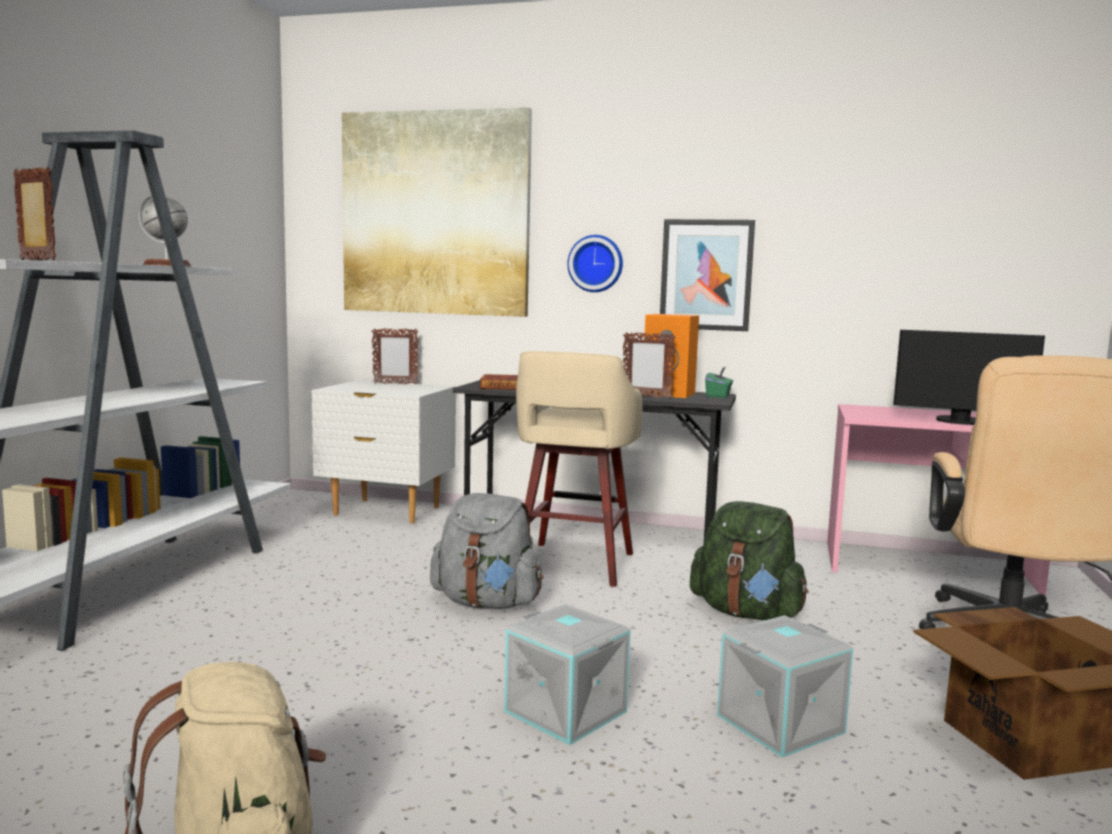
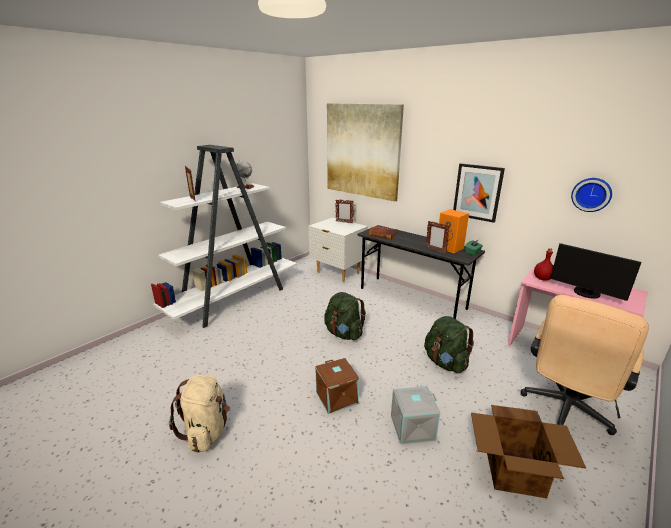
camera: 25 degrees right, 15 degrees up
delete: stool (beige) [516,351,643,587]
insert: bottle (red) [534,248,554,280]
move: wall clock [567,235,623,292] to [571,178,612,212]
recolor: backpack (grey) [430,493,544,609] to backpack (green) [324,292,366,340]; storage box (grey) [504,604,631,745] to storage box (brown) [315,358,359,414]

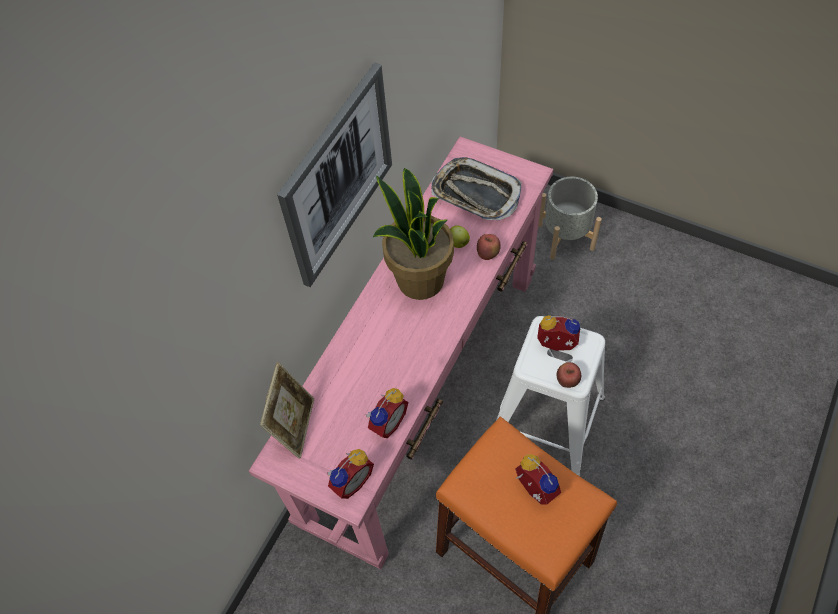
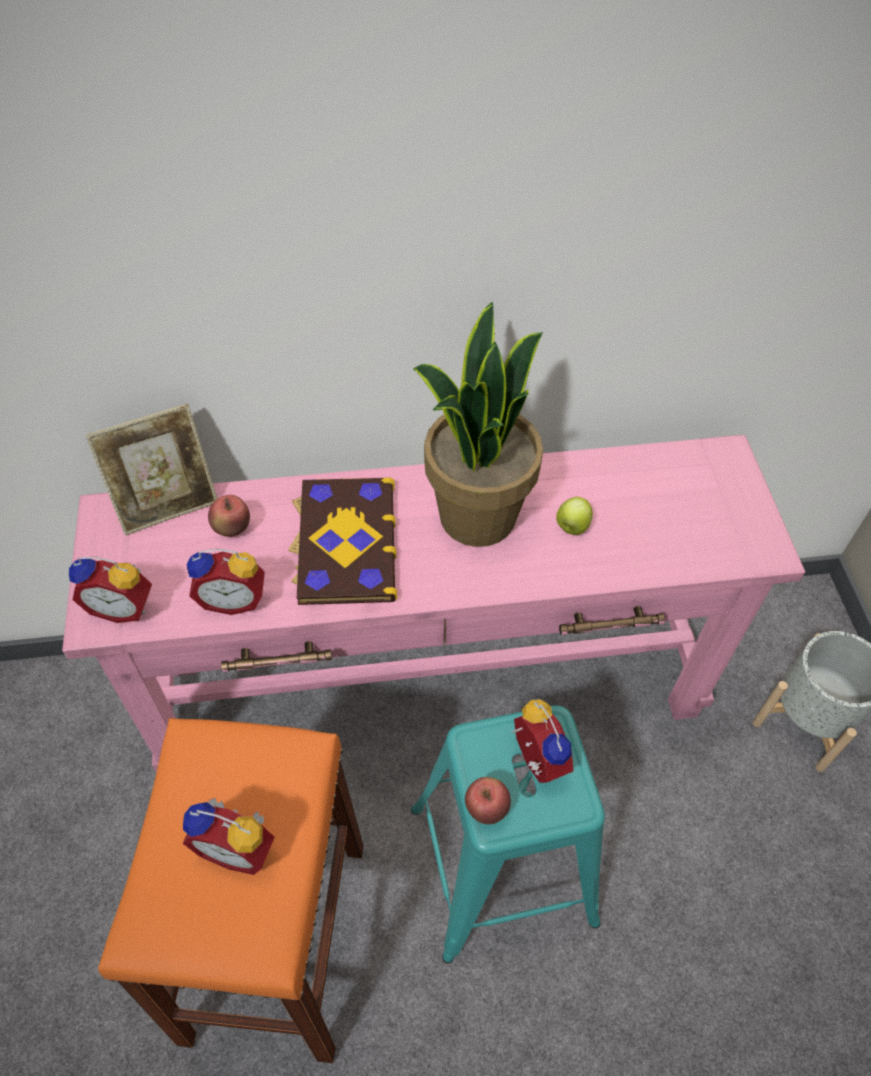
camera: 50 degrees right, 5 degrees down
delete: picture [277,63,392,287]; tray [431,157,522,220]
insert: book [288,477,397,605]
move: apple [477,234,501,260] to [208,495,250,537]
recolor: stool (white) [496,316,605,476] to stool (turquoise) [411,705,605,964]
rotate: alarm clock [515,454,561,505] = [183,798,275,875] 90 degrees clockwise

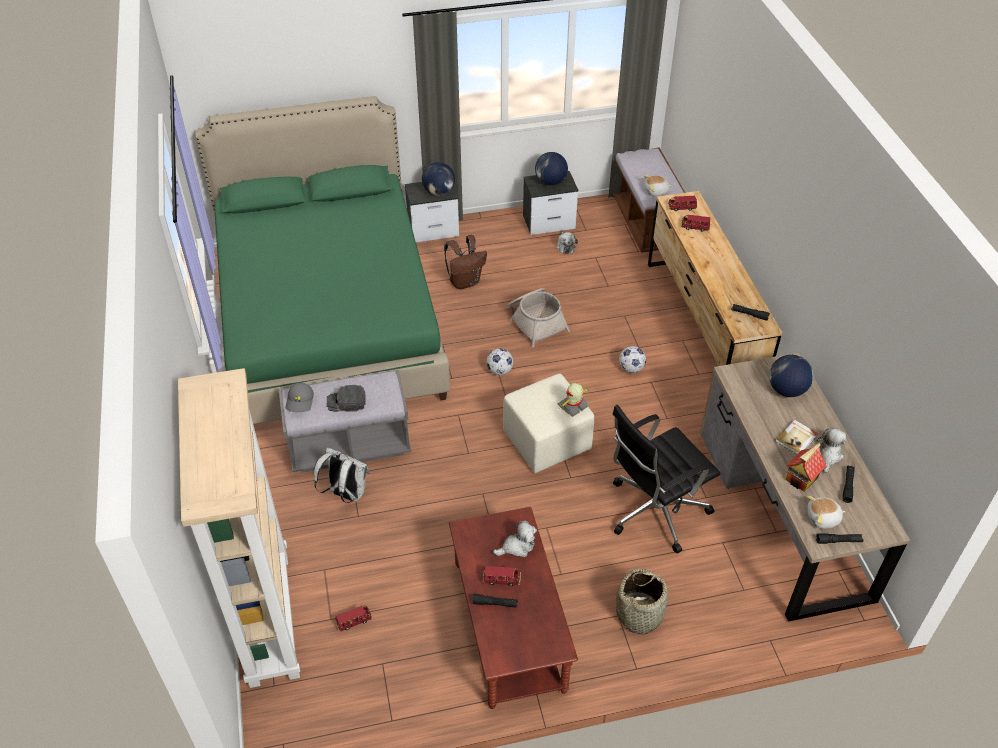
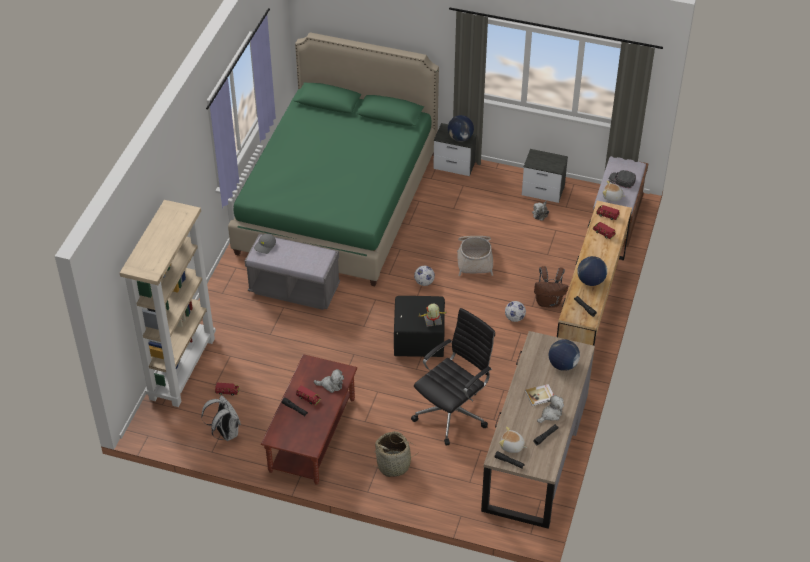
camera: 30 degrees right, 0 degrees up
delete: toy house [785,443,826,492]
move: backpack (white) [314,447,370,503] to [201,395,241,441]; cap (black) [327,385,366,412] to [609,170,636,189]; backpack (brown) [444,235,487,289] to [534,266,568,308]; globe [535,152,568,185] to [577,256,607,286]
recolor: ottoman (beige) [503,374,594,473] to ottoman (black) [394,296,445,357]
rotate: office chair (black) [612,405,720,554] = [411,308,495,446] 135 degrees clockwise

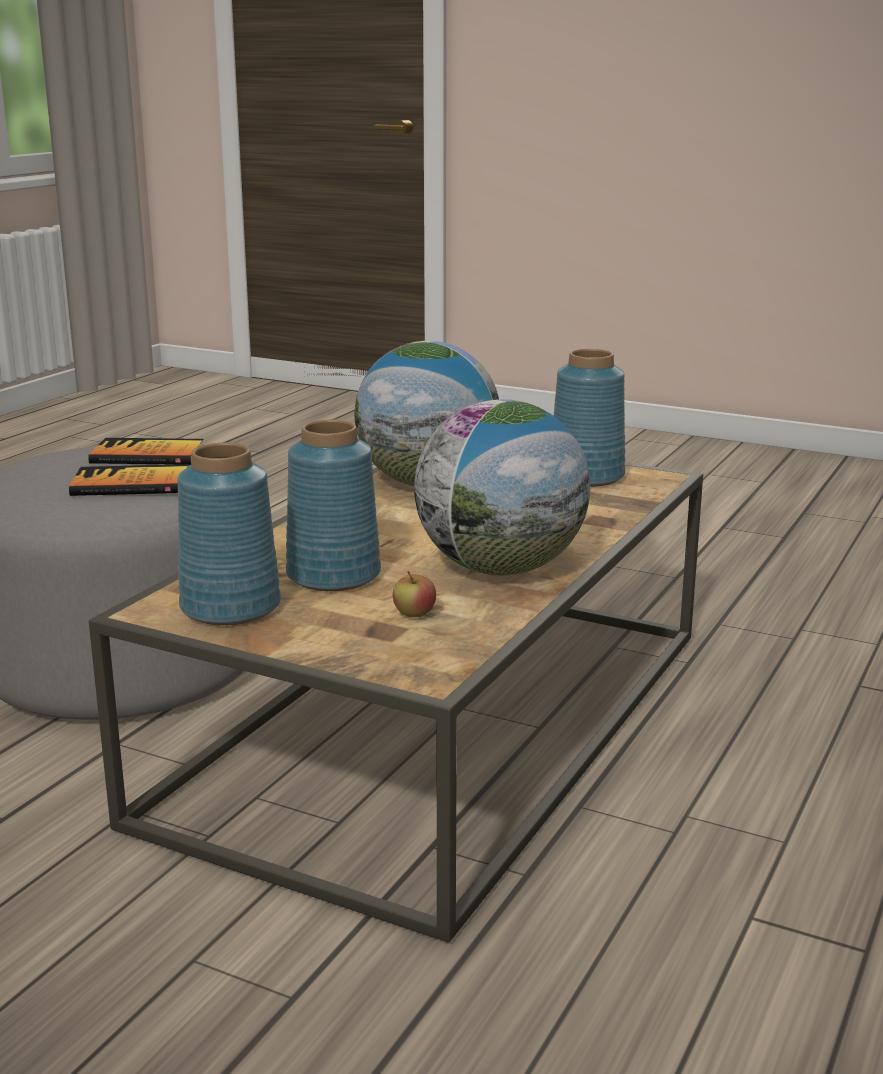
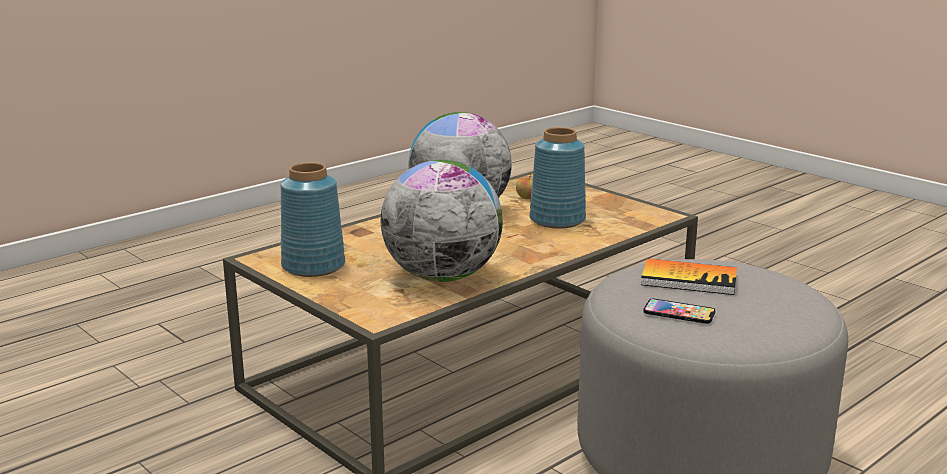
camera: 160 degrees left, 0 degrees up
delete: vase (blue) [177,443,281,625]
replace: book [88,438,204,465] to phone [643,299,715,324]

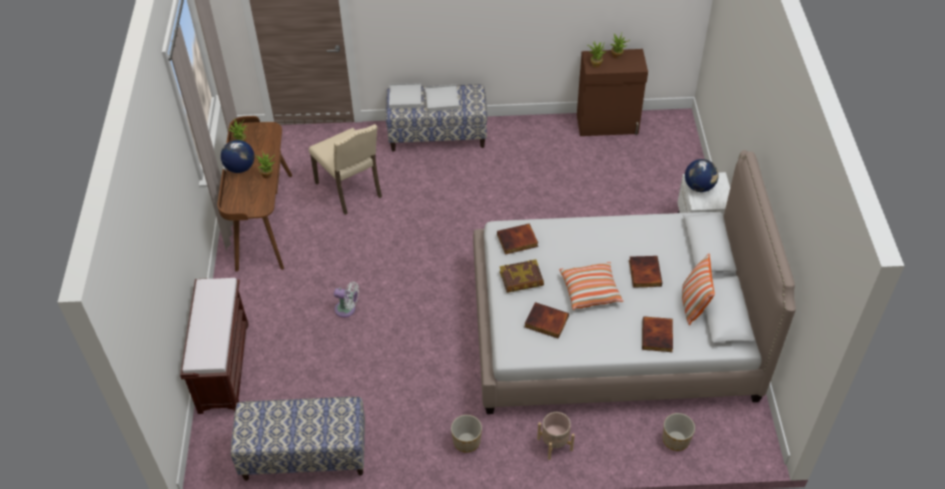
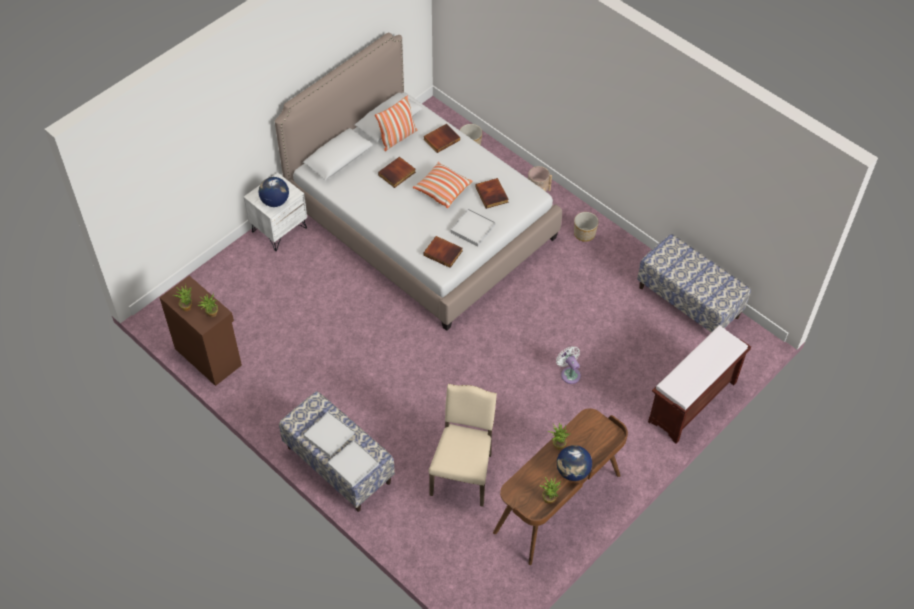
camera: 135 degrees left, 5 degrees up
replace: book [500,259,544,293] to tray (white) [450,209,495,246]

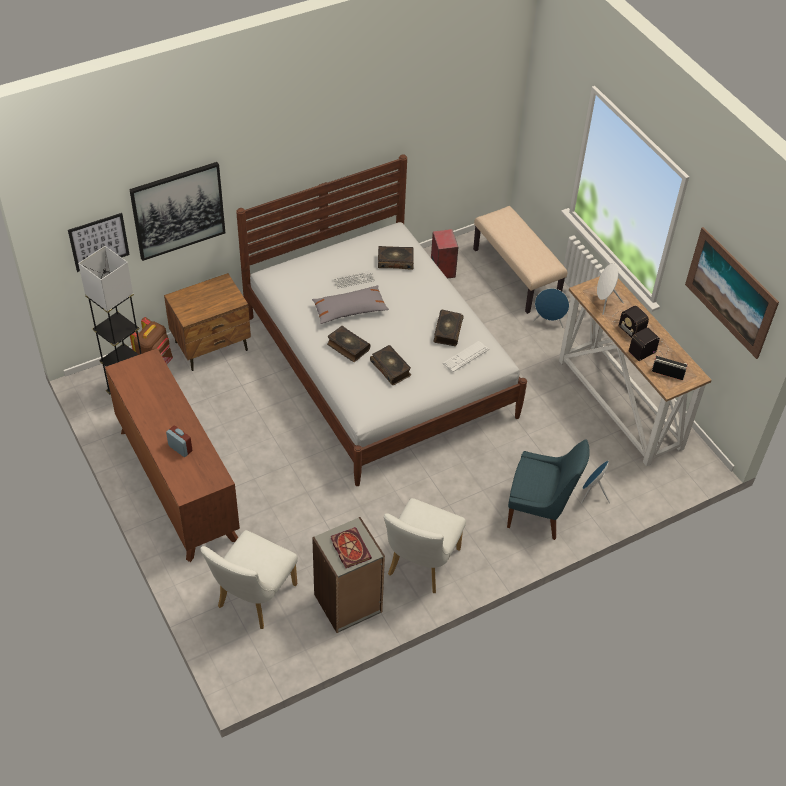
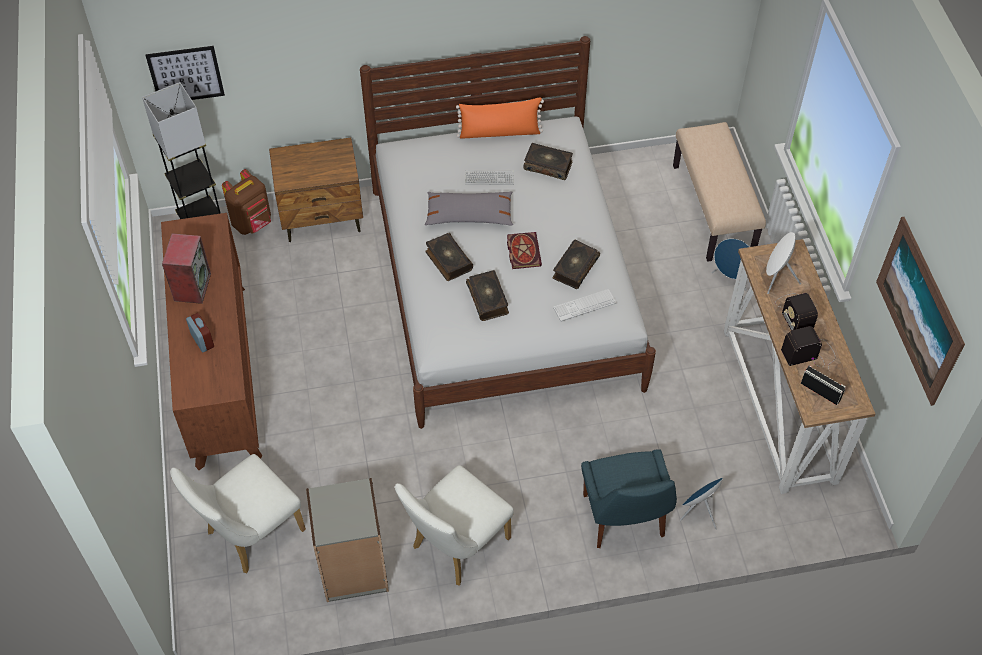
camera: 20 degrees right, 5 degrees up
delete: picture [129,162,225,261]
insert: pillow (orange) [456,97,544,139]
move: book [331,527,372,568] to [507,232,542,269]; speaker [431,229,458,279] to [162,233,211,304]
rotate: chair (blue) [507,439,590,540] = [581,449,677,548] 45 degrees clockwise

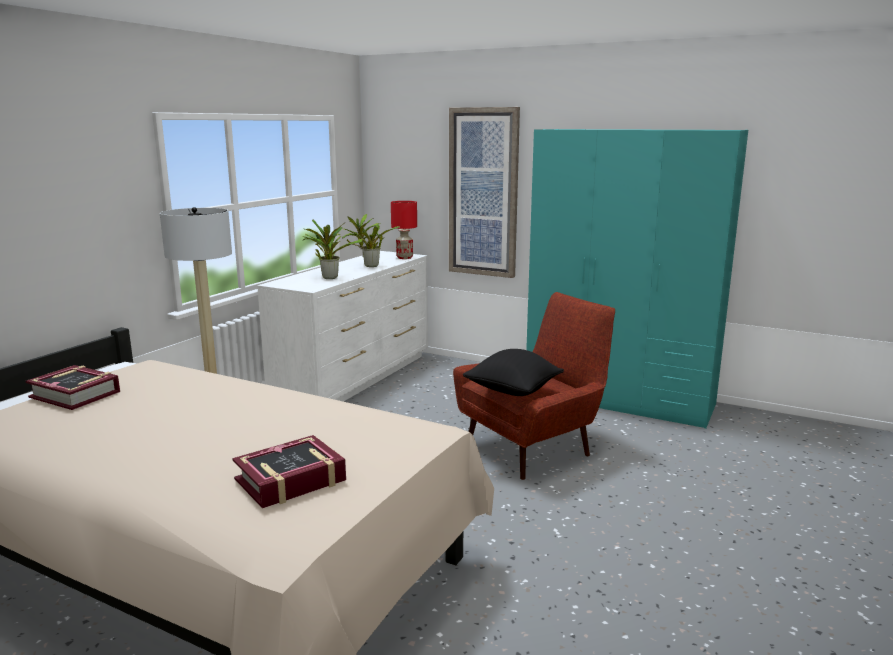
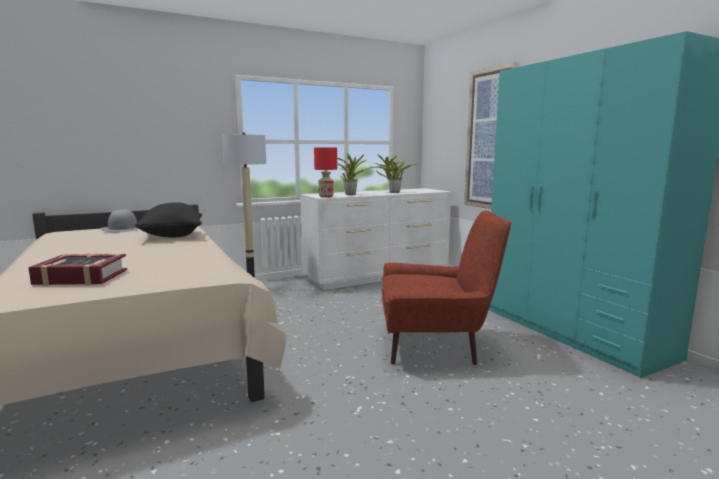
camera: 35 degrees right, 5 degrees down
move: table lamp (red) [391,201,417,259] to [314,147,337,198]; pillow (black) [463,349,564,396] to [135,202,202,237]
replace: book [26,365,120,410] to hat (grey) [101,210,139,233]

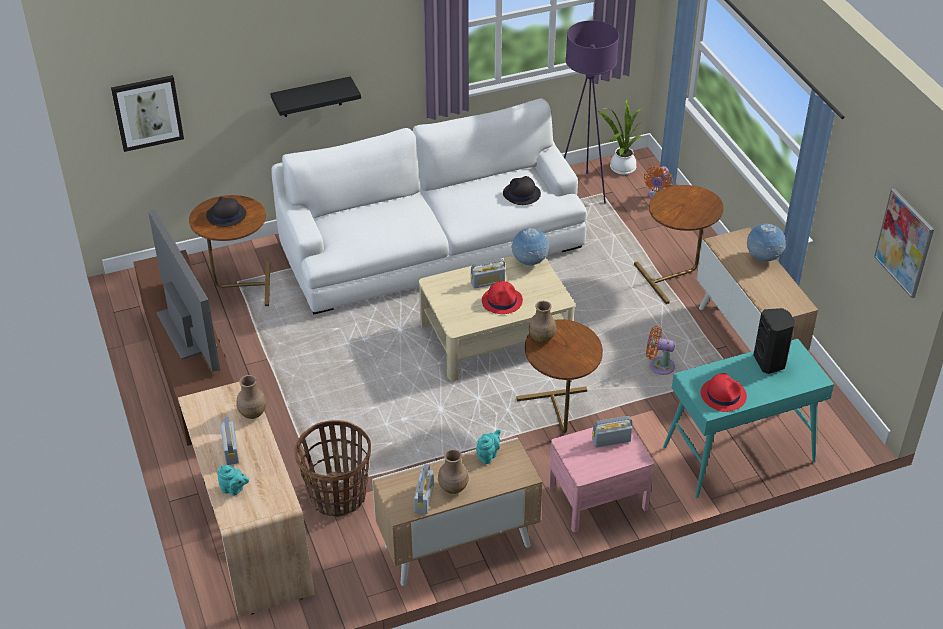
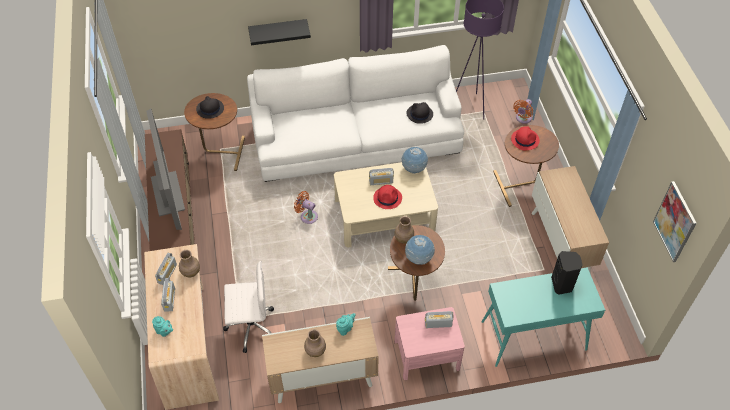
camera: 10 degrees right, 10 degrees up
delete: picture [111,75,184,152]; potted plant [598,99,642,175]
move: radio [414,464,434,514] to [155,253,177,285]; fan (orange) [646,326,675,375] to [294,191,318,224]; hat (red) [701,373,747,412] to [511,126,540,150]; globe [747,224,786,262] to [405,235,435,265]
replace: basket [294,420,371,517] to office chair (white) [223,261,274,353]

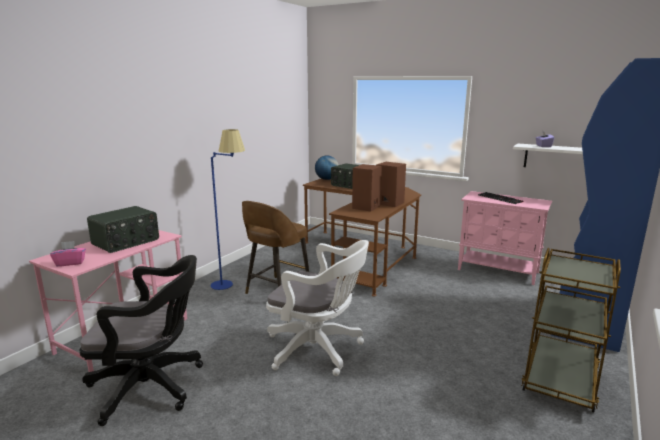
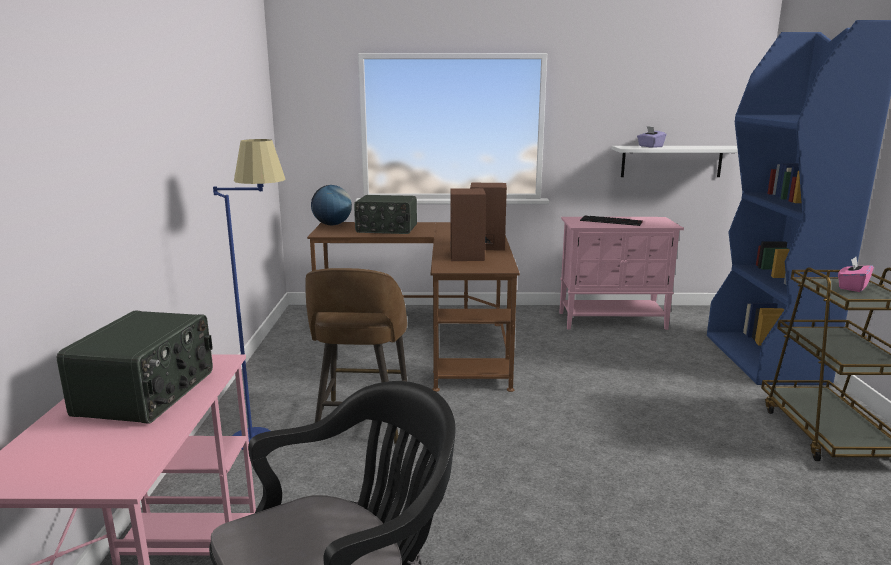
camera: 30 degrees left, 0 degrees up
delete: office chair (white) [266,240,369,376]
move: tissue box (pink) [50,241,86,267] to [838,257,874,292]

